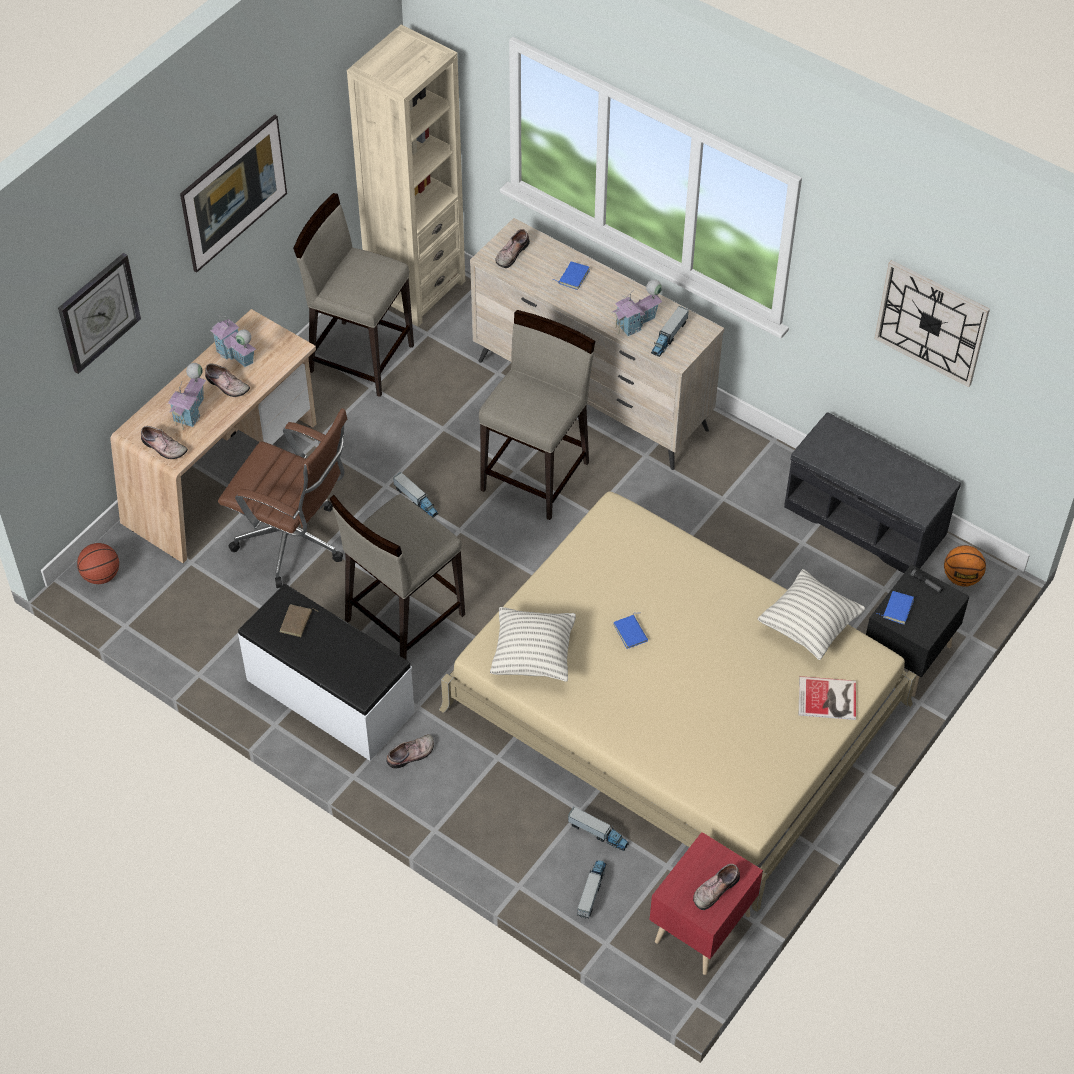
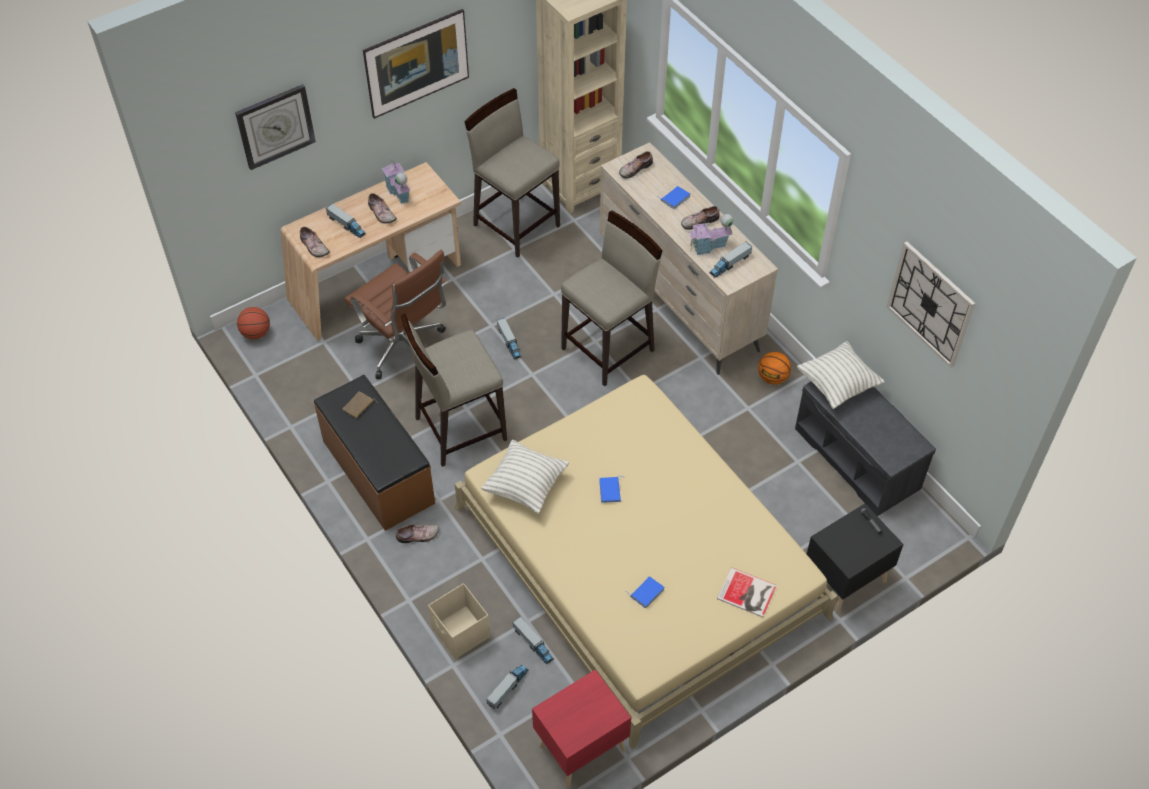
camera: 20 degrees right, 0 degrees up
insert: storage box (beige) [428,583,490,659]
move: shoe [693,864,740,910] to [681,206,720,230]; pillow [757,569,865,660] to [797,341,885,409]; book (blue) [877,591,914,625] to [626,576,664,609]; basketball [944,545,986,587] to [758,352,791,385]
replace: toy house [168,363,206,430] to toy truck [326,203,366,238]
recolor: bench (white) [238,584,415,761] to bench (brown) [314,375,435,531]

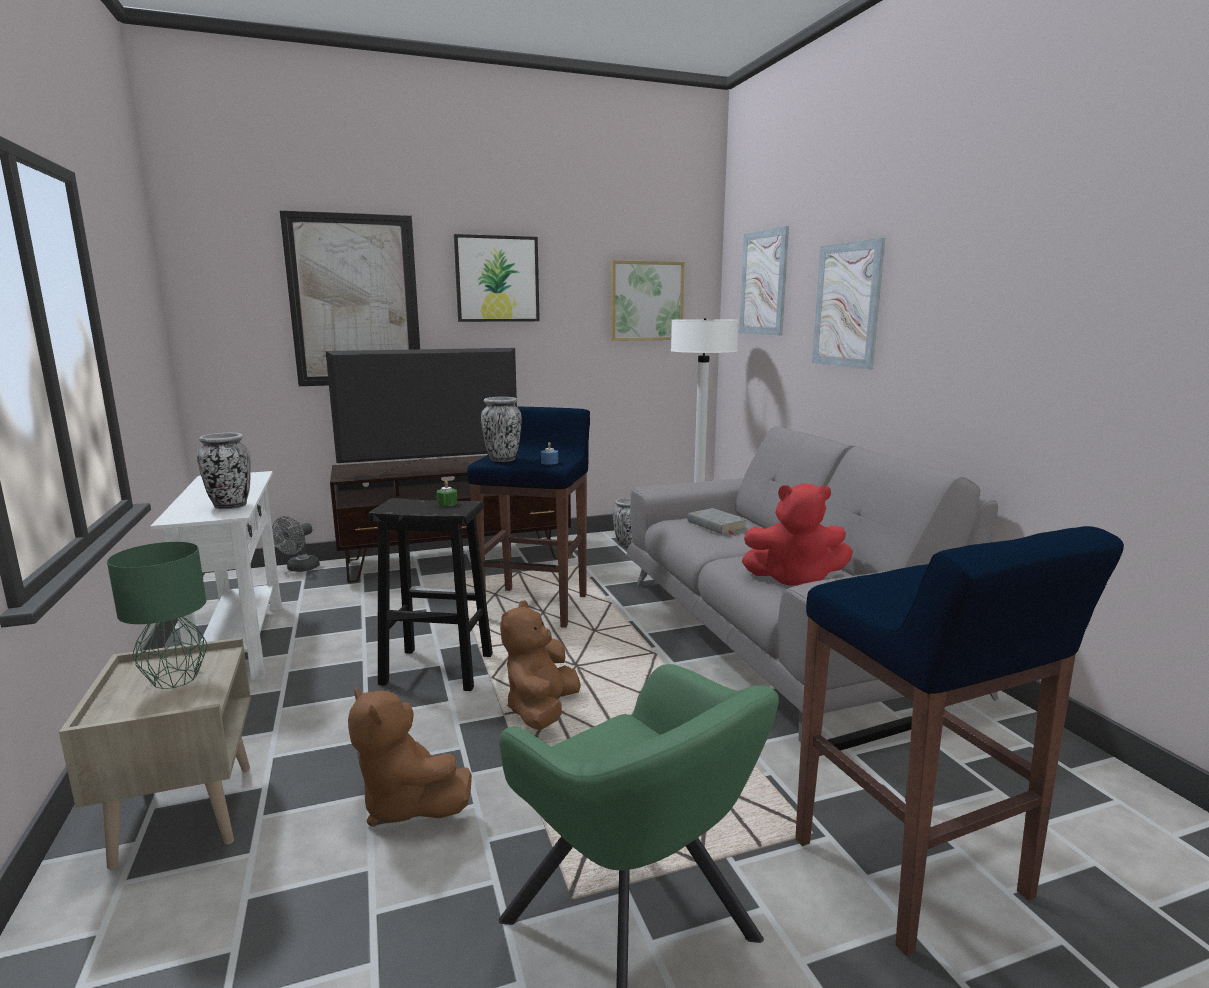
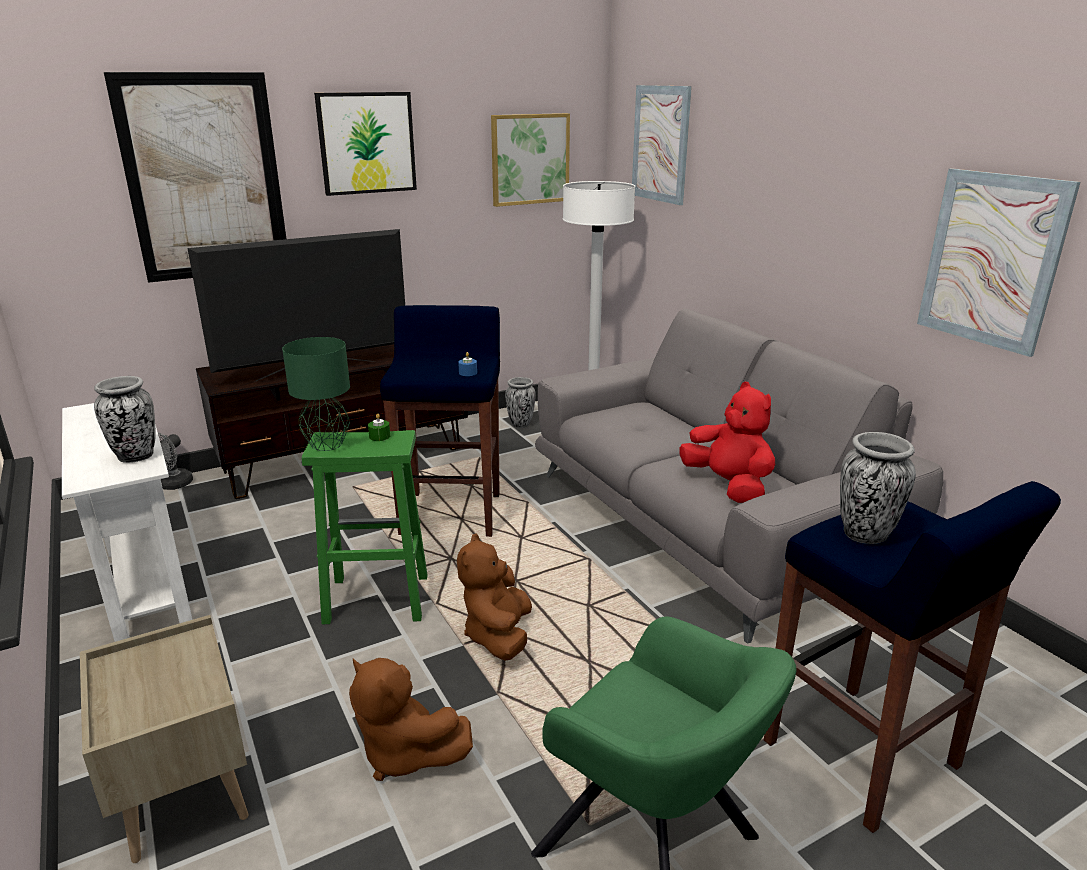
camera: 10 degrees left, 10 degrees up
delete: book (grey) [687,508,748,536]
move: table lamp (green) [107,542,208,689] to [282,337,350,451]; vase [481,397,522,462] to [840,432,916,544]; picture [812,238,885,369] to [917,168,1081,357]
recolor: stool (black) [368,498,493,691] to stool (green) [302,430,427,624]
rotate: plush toy (red) [742,483,853,586] = [679,382,775,503] 120 degrees counterclockwise

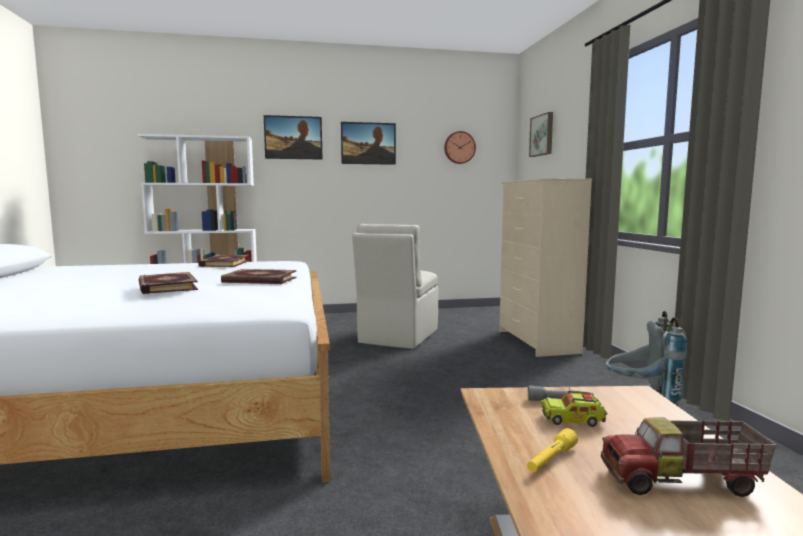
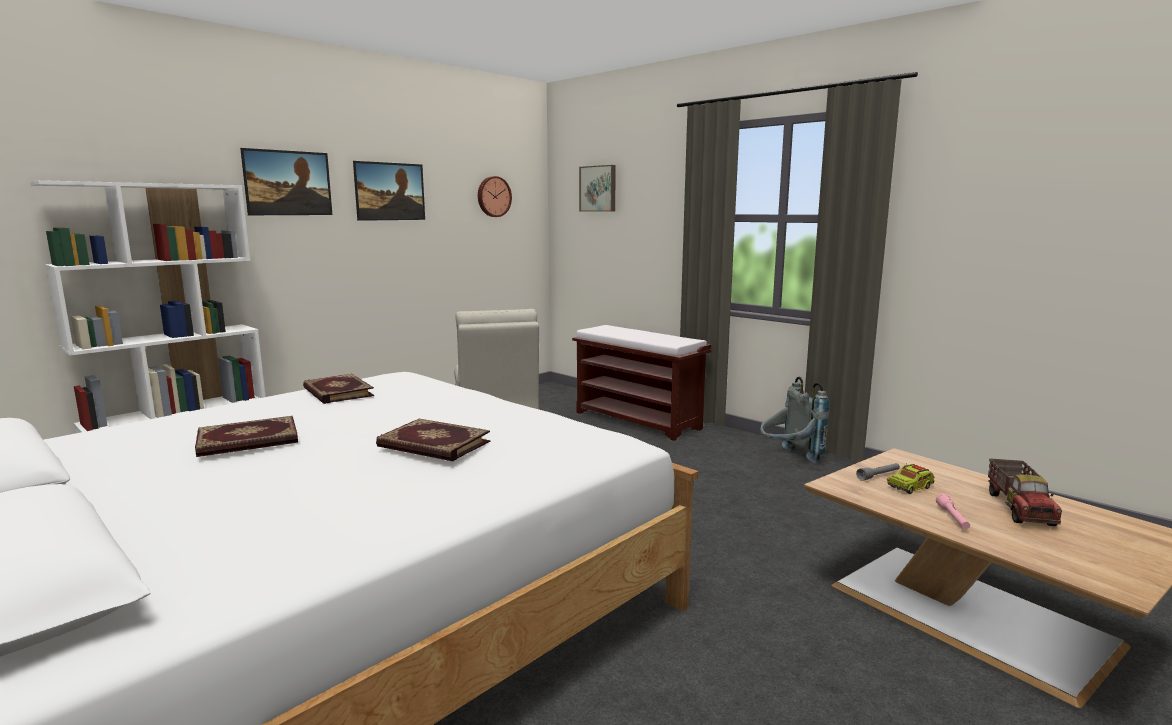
camera: 35 degrees left, 5 degrees up
move: book [221,269,297,284] to [195,416,298,457]
replace: dresser (beige) [499,178,592,357] to bench (brown) [572,325,712,441]
recolor: flashlight (yellow) [527,428,578,472] to flashlight (pink) [936,494,970,529]
rotate: toy truck [601,417,777,497] = [988,458,1062,526] 45 degrees counterclockwise

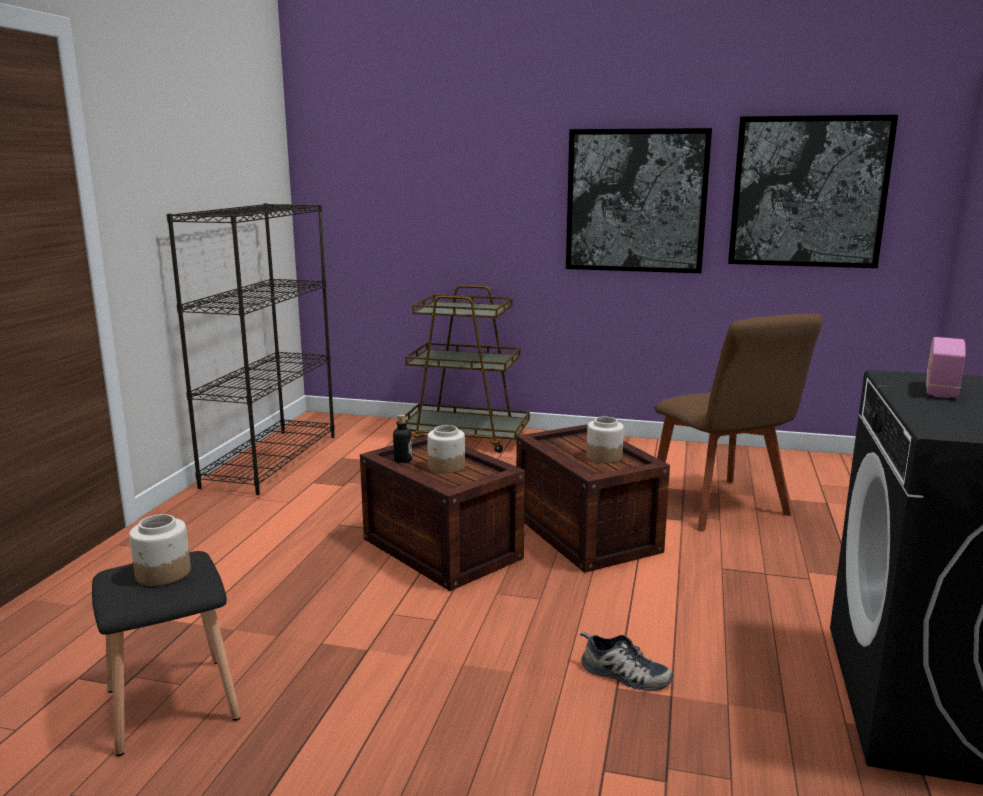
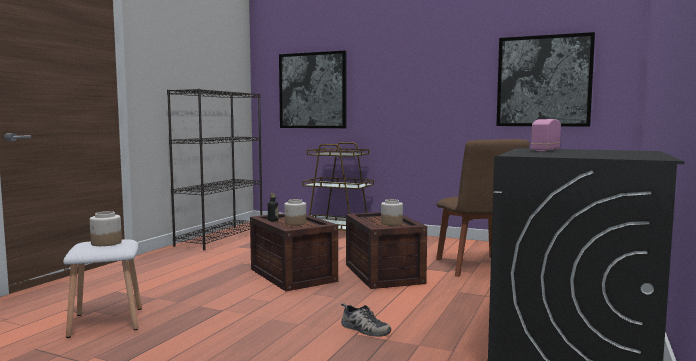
camera: 10 degrees right, 10 degrees down
move: picture [566,128,712,273] to [279,50,347,128]
recolor: stool (black) [92,551,241,756] to stool (white) [63,239,142,338]

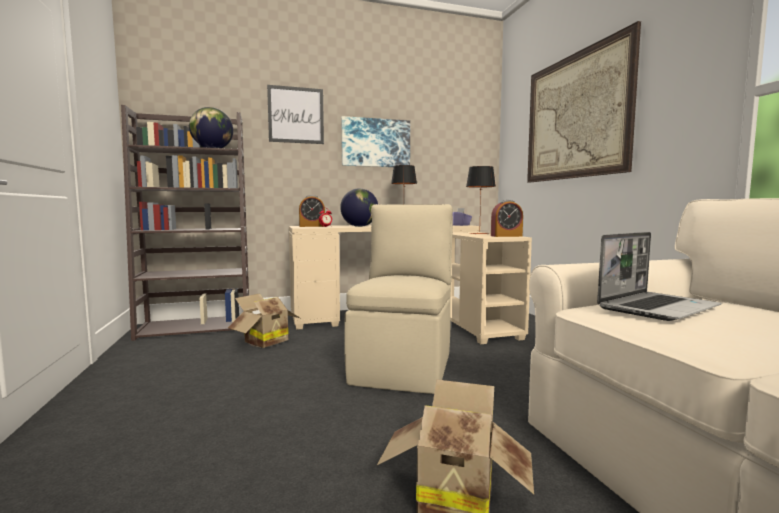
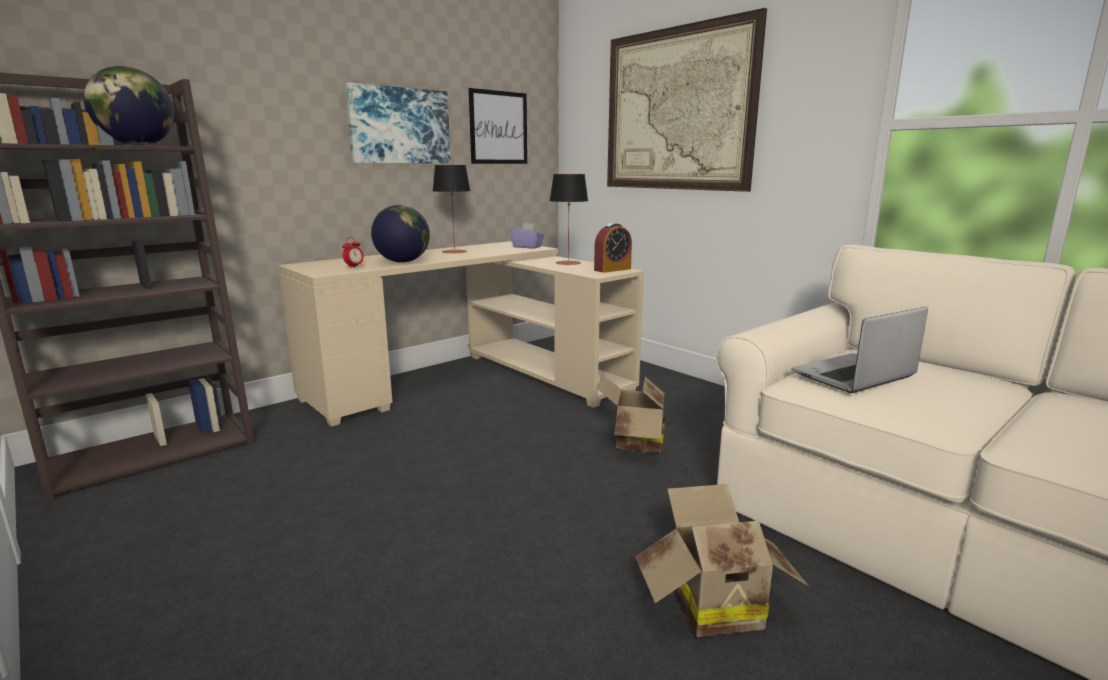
camera: 25 degrees left, 10 degrees up
delete: alarm clock [299,195,325,227]; chair (beige) [344,204,453,394]
move: cardboard box [228,293,300,348] to [596,374,666,453]; picture [267,85,324,144] to [469,88,527,164]
rotate: laptop [597,232,721,321] = [792,307,928,393] 150 degrees counterclockwise

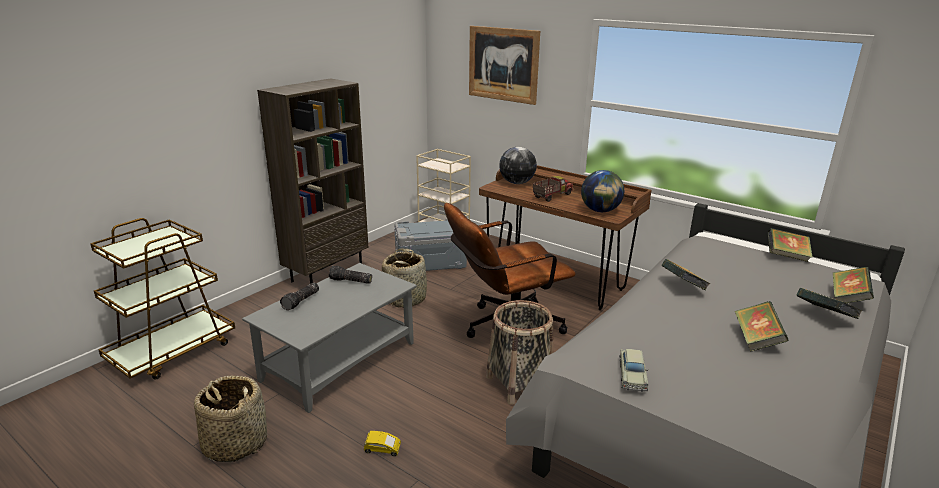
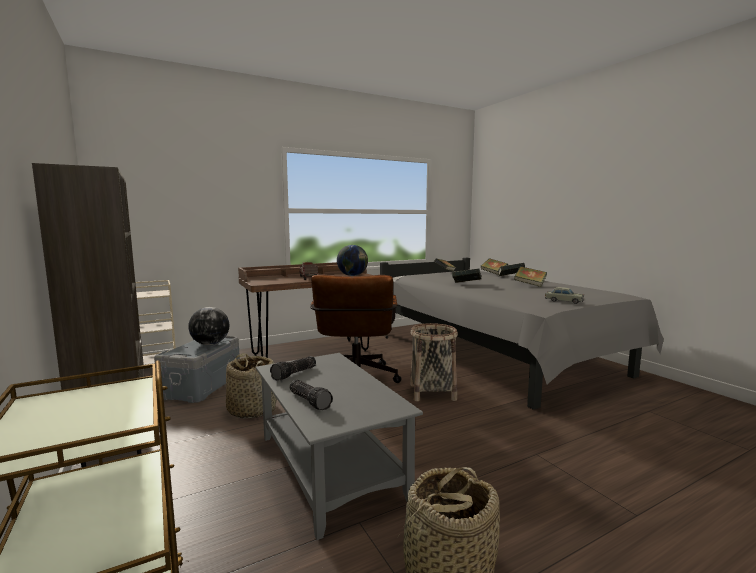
camera: 65 degrees left, 15 degrees down
delete: toy car (yellow) [364,431,401,456]; picture [469,26,540,105]
move: globe [499,147,537,184] to [188,307,229,345]

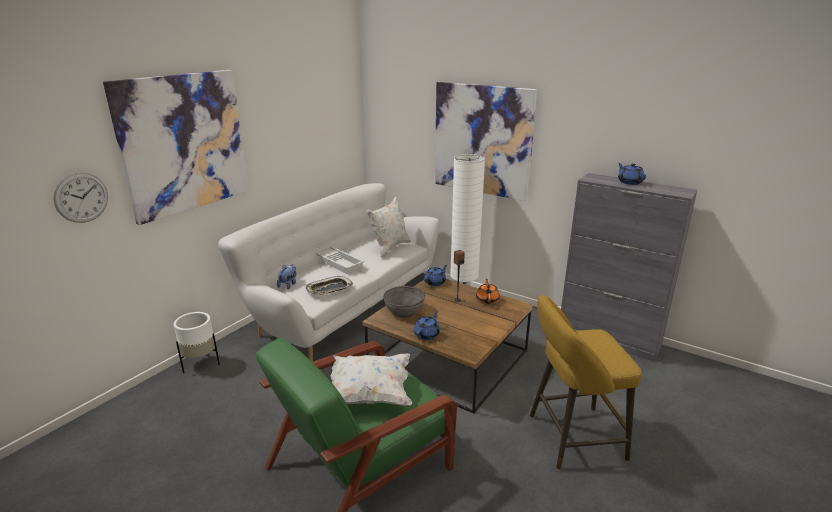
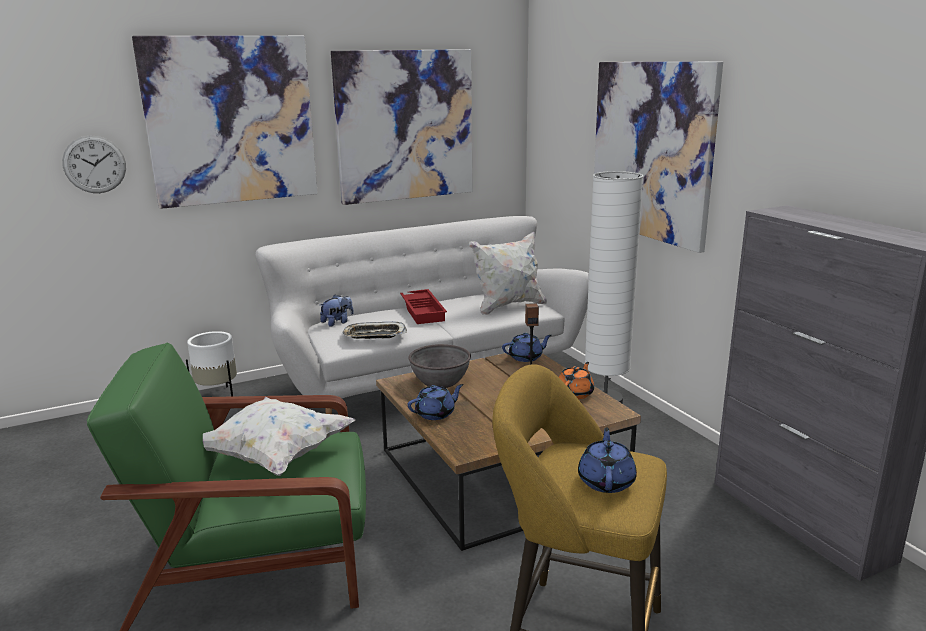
camera: 30 degrees right, 5 degrees down
insert: picture [331,49,473,205]
move: teapot (blue) [618,163,646,185] to [578,427,637,493]
recolor: tray (white) [315,246,364,274] to tray (red) [400,289,447,324]

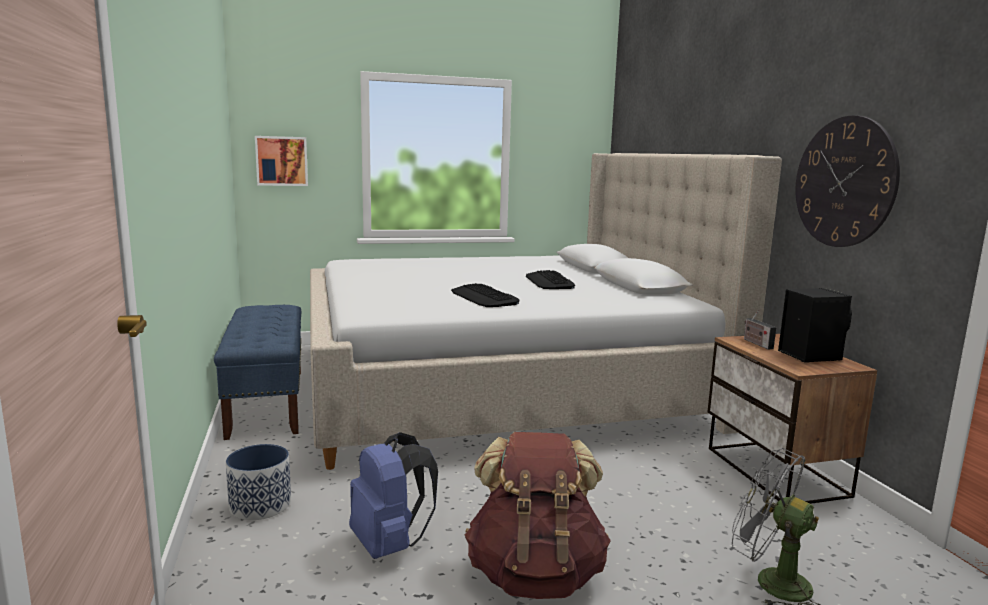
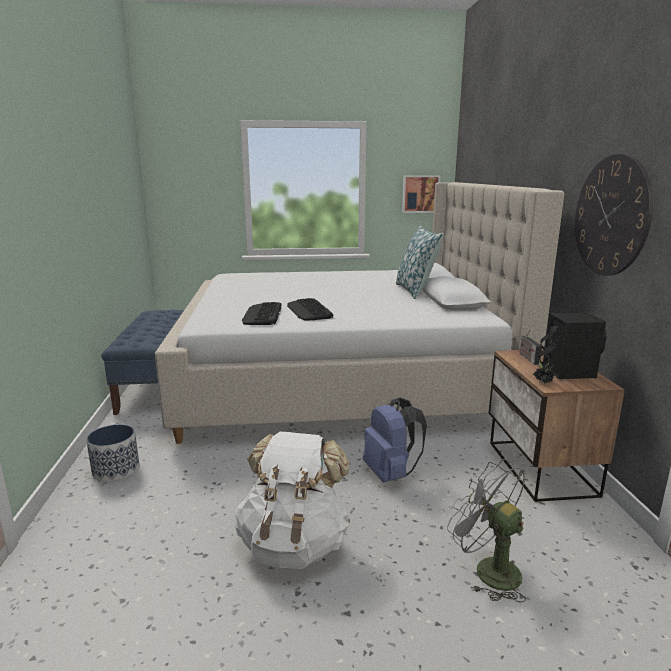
camera: 10 degrees right, 5 degrees up
insert: pillow [396,226,443,299]; potted plant [533,326,558,384]
move: picture [255,136,308,186] to [402,175,441,213]; backpack (blue) [349,432,438,559] to [363,398,427,482]; keyboard [526,270,575,289] to [242,302,281,325]
recolor: backpack (brown) [465,432,611,599] to backpack (white) [235,432,350,569]

